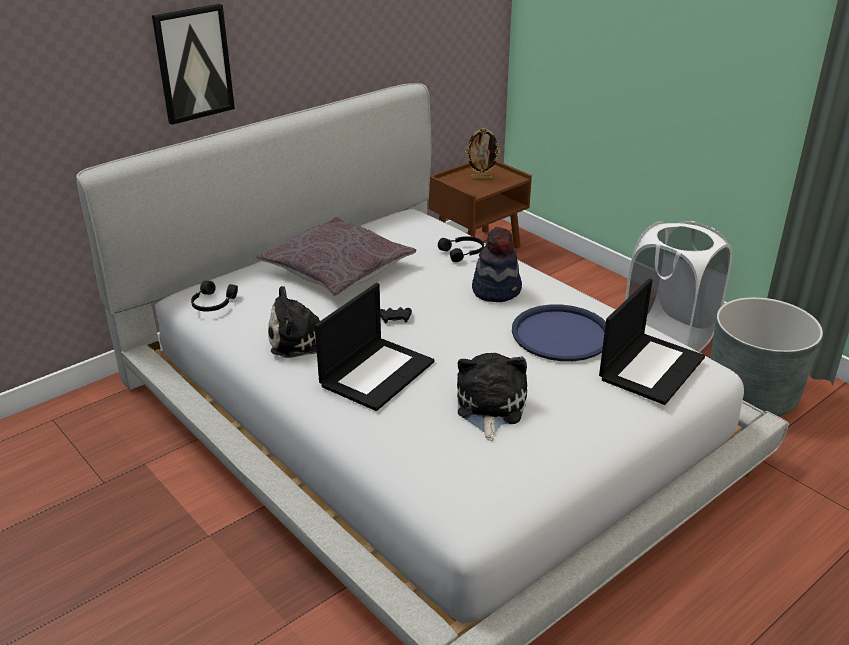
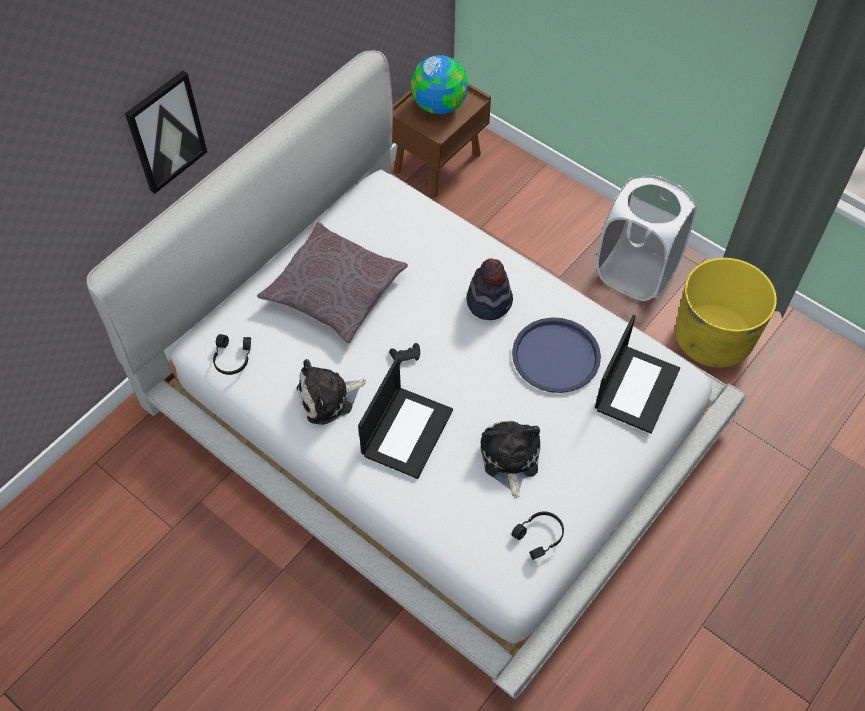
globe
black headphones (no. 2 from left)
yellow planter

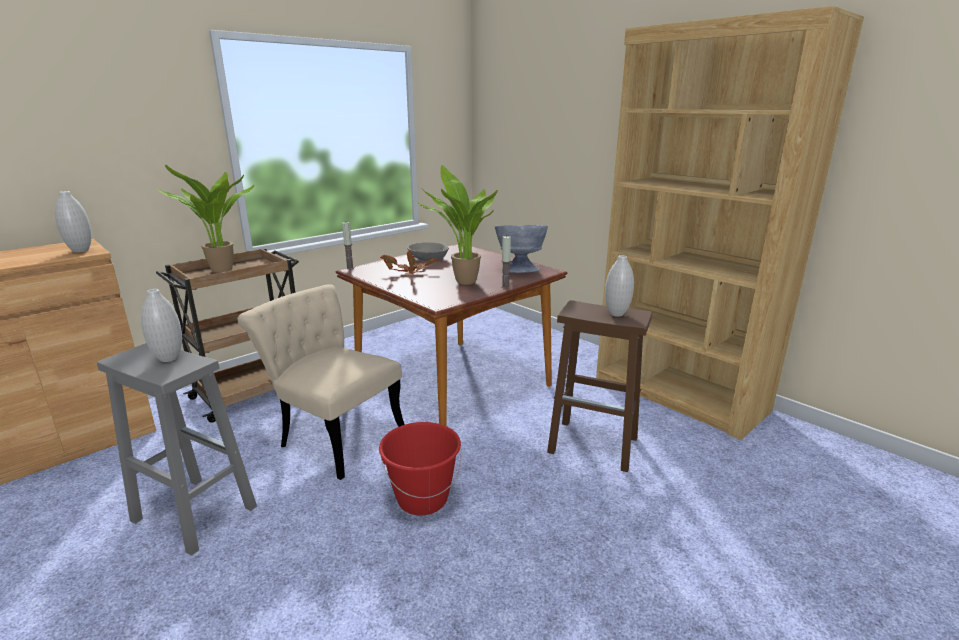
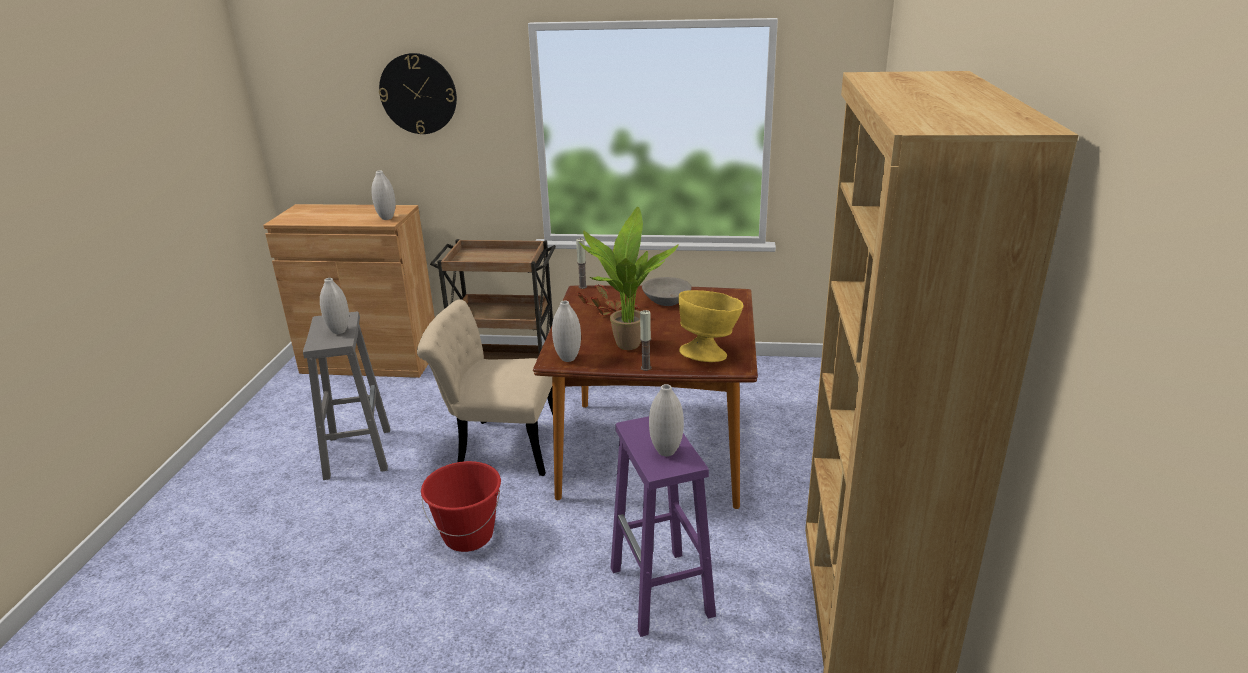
wall clock
beige chair
white vase (no. 3 from left)
purple stool
yellow bowl
potted plant (no. 1 from left in the first image)

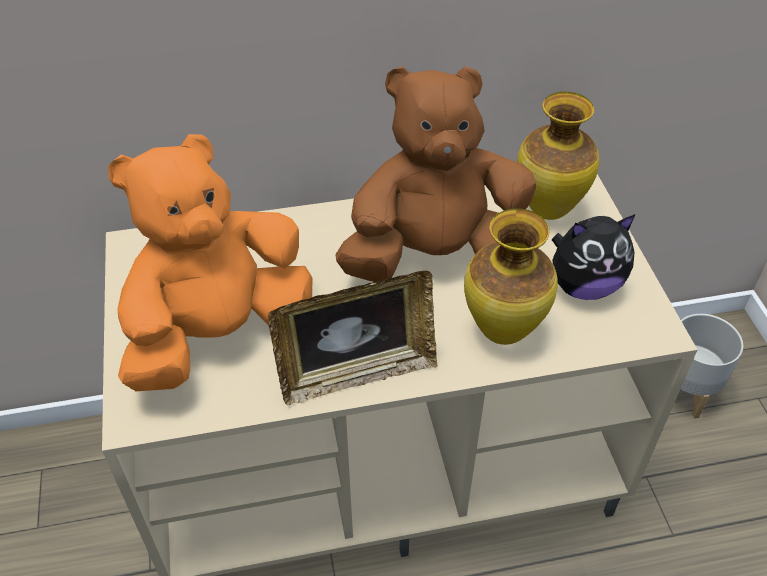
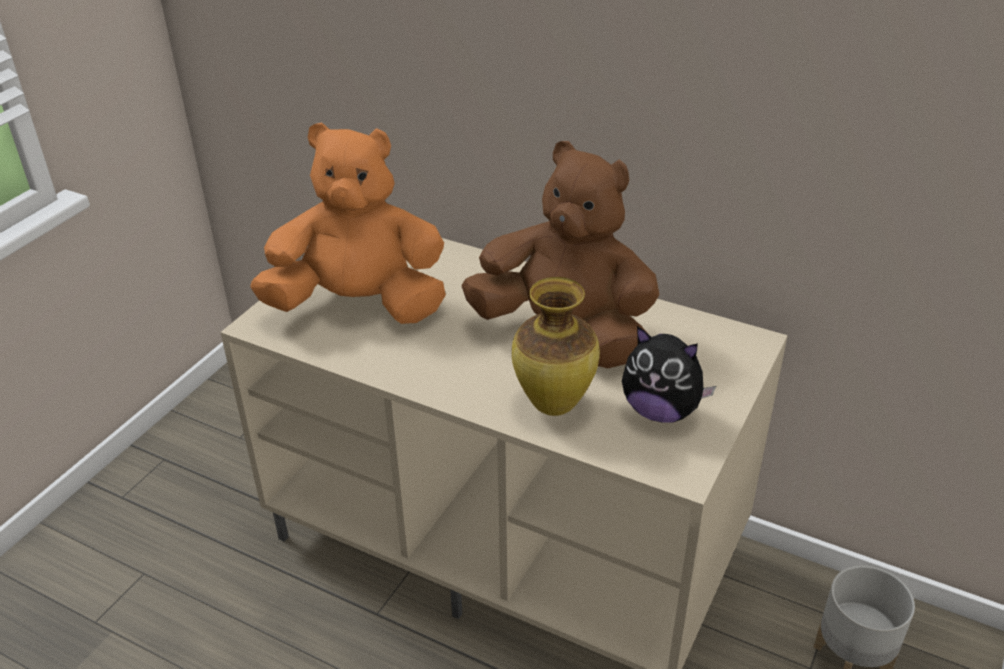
picture frame
vase (no. 2 from left in the first image)

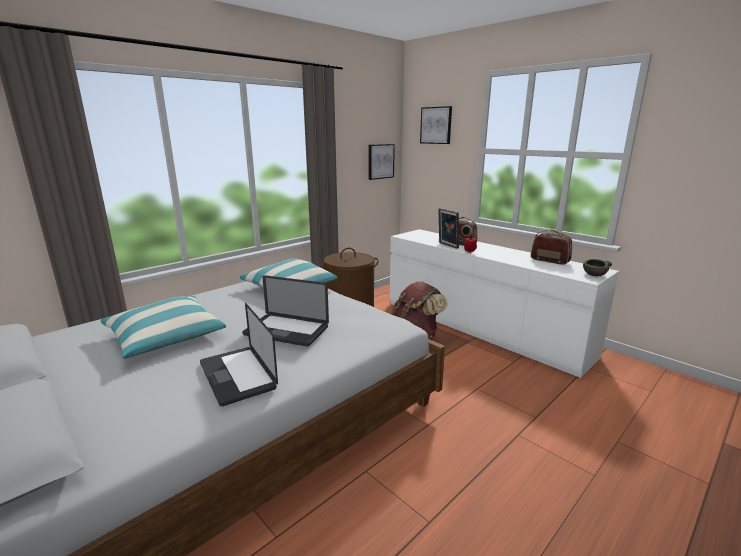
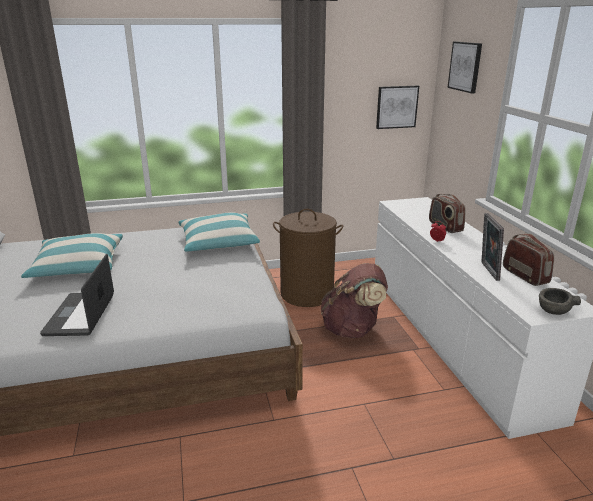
picture frame
laptop (no. 2 from left in the first image)

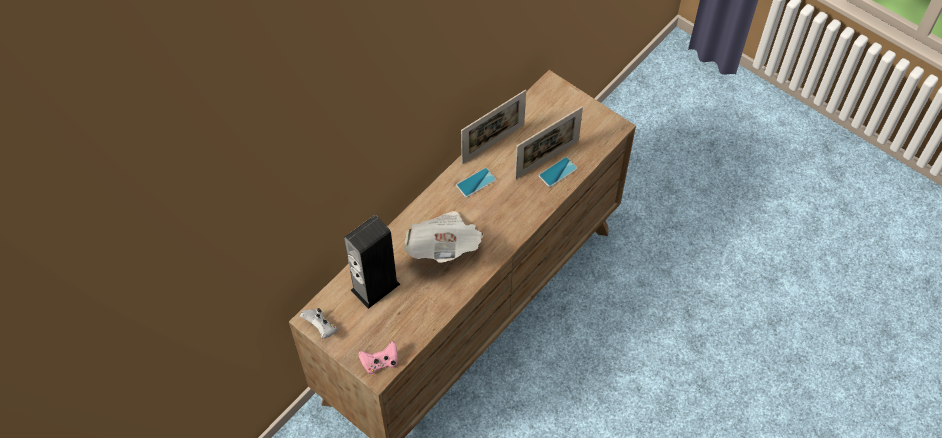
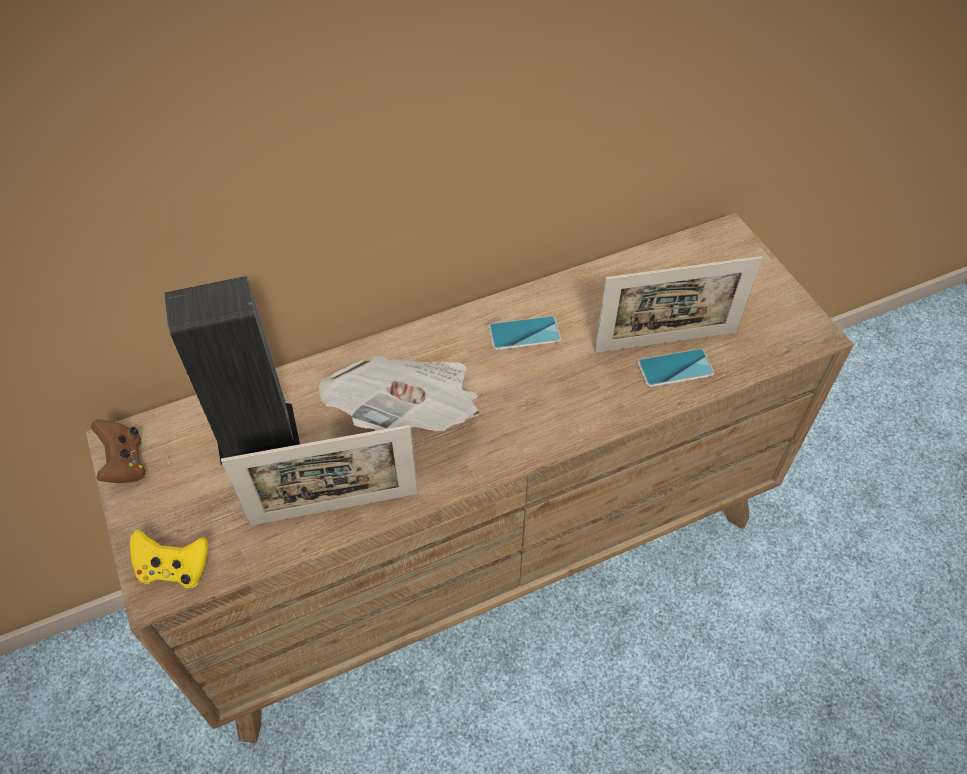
brown game controller
yellow game controller
picture frame (no. 1 from left)

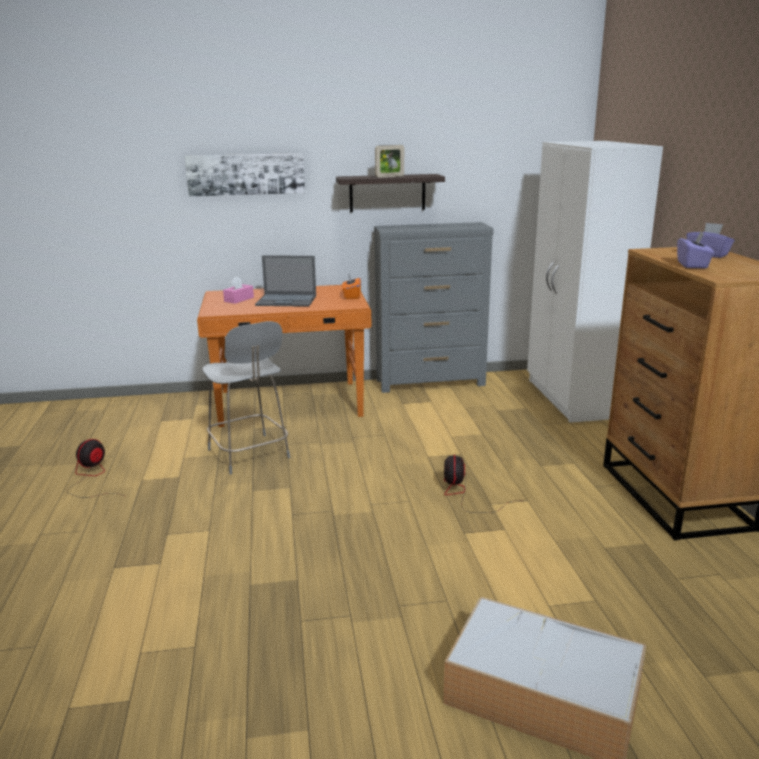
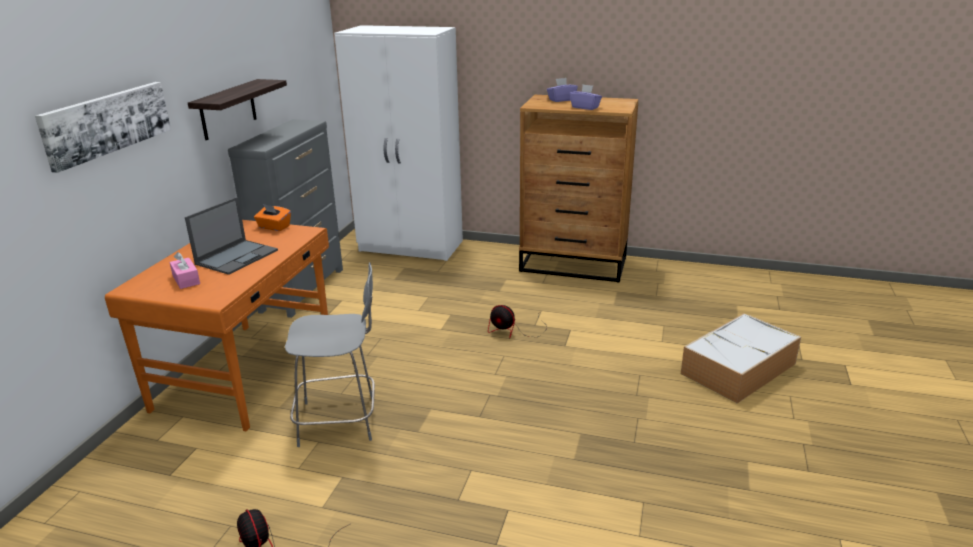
picture frame

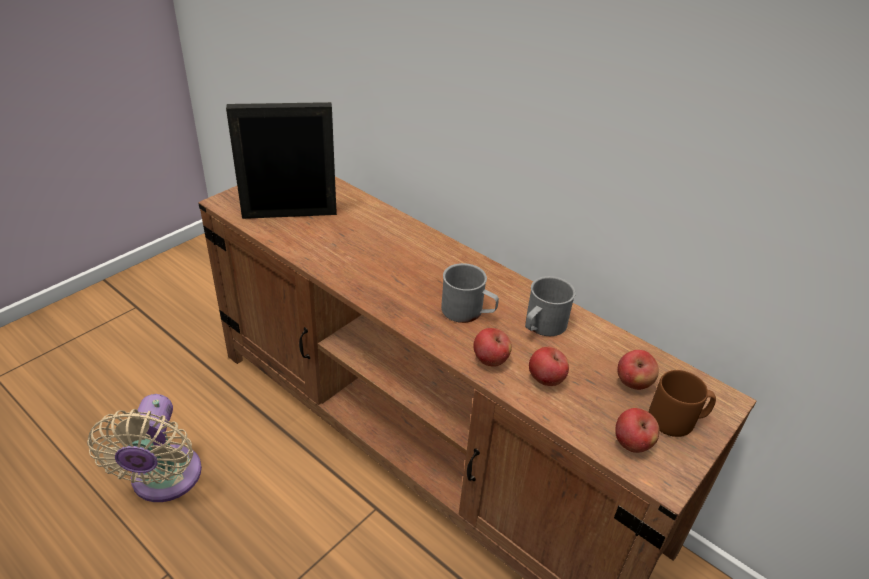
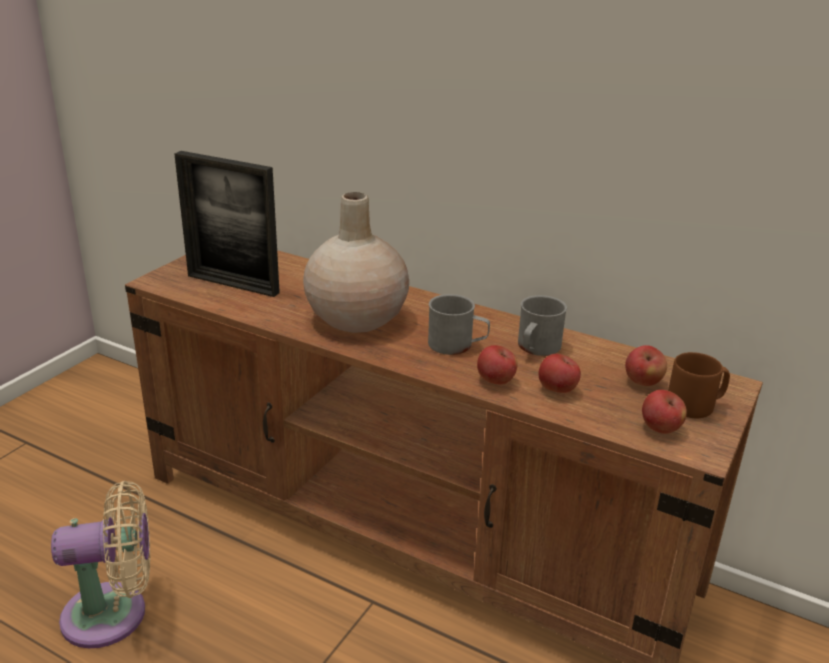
beige fan
picture frame
beige vase

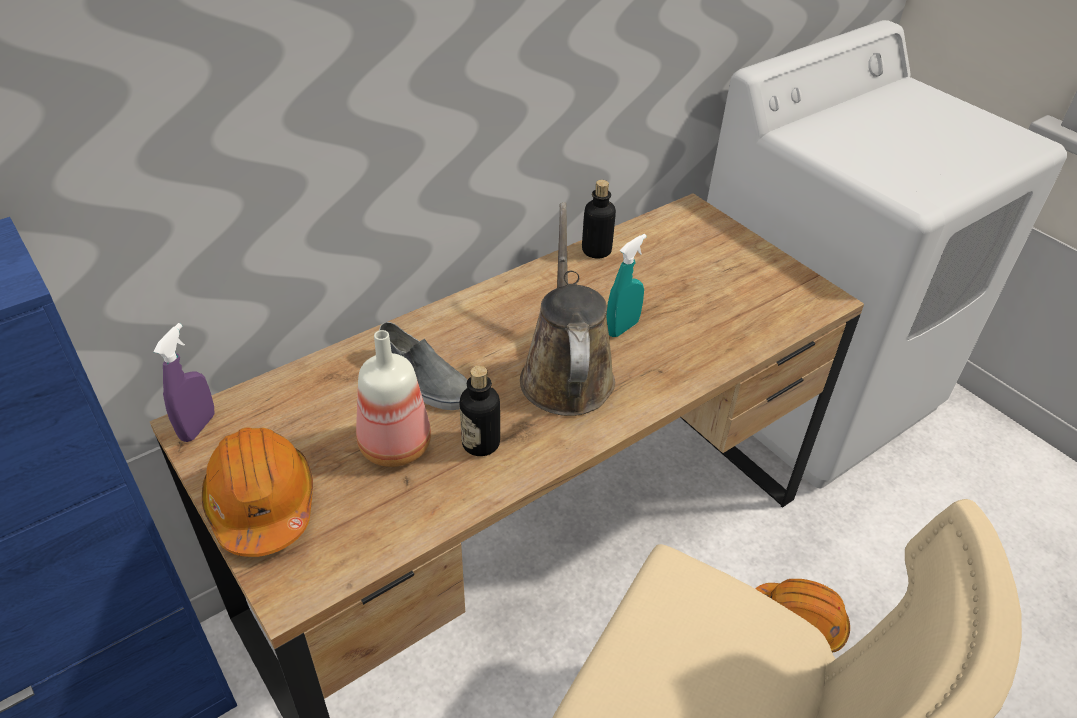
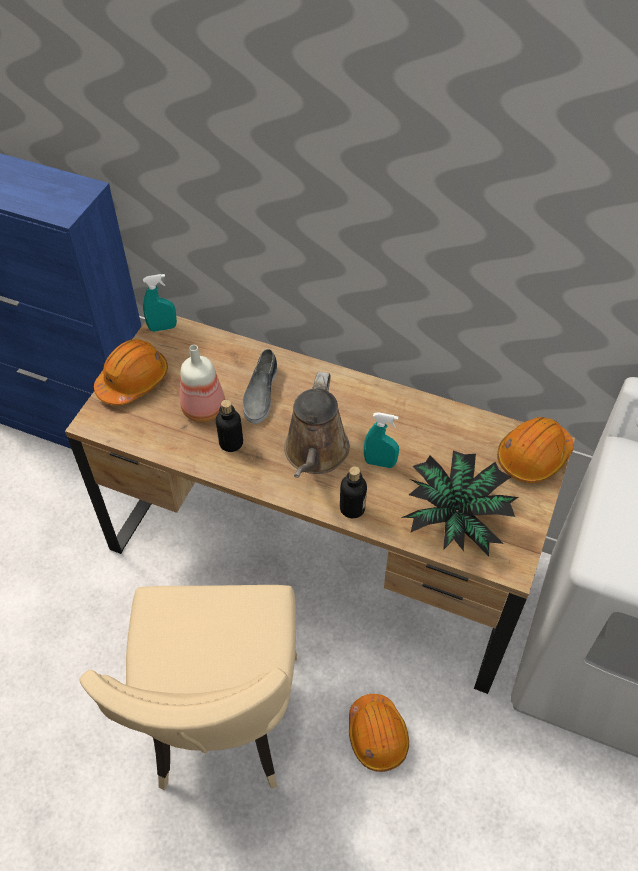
turquoise spray bottle (no. 1 from left)
brown watering can
bottle (no. 3 from left)
potted plant
orange hard hat (no. 3 from left)

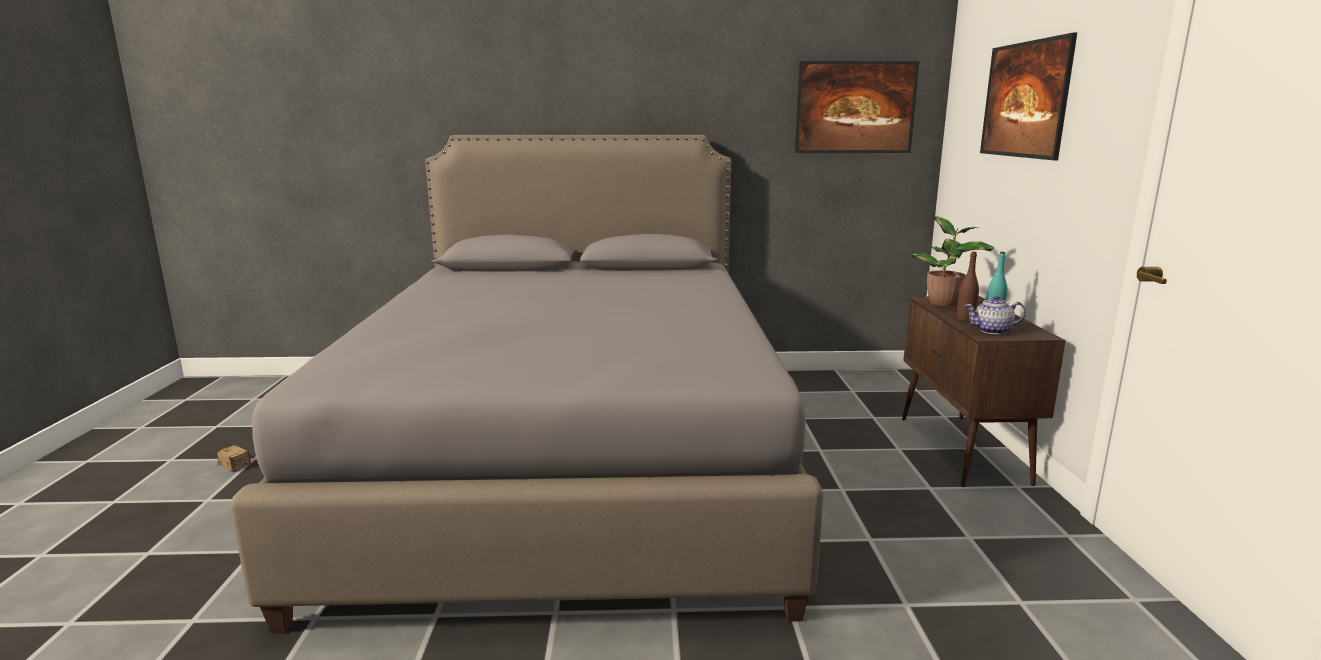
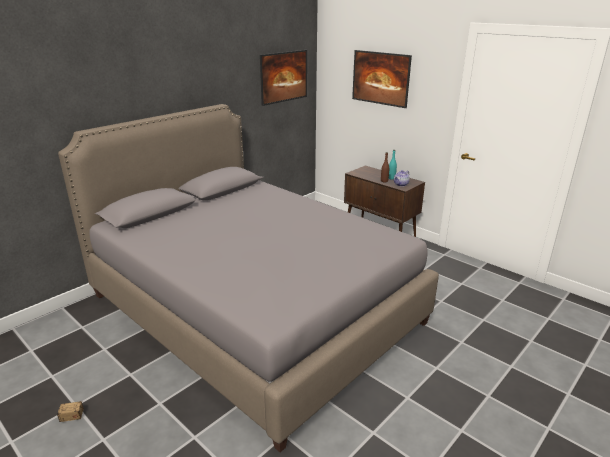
potted plant

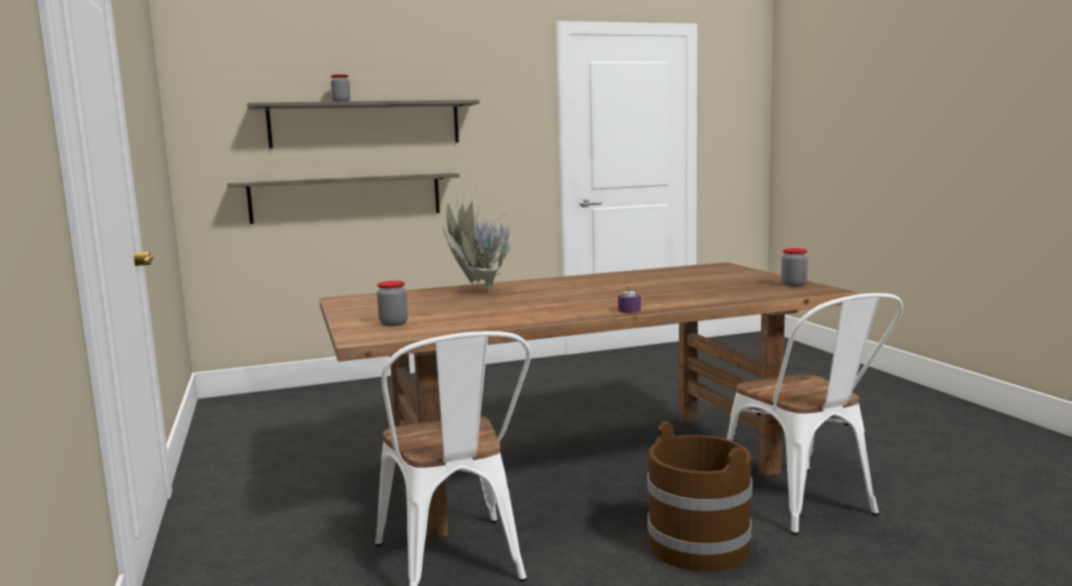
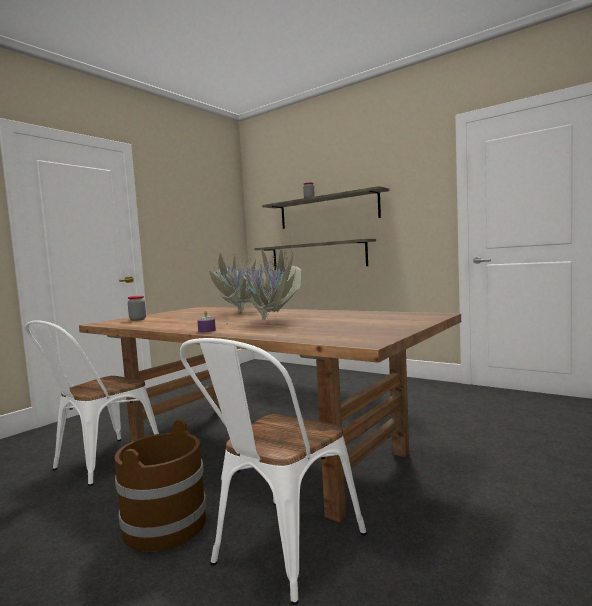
potted plant (no. 2 from left)
jar (no. 3 from left in the first image)

